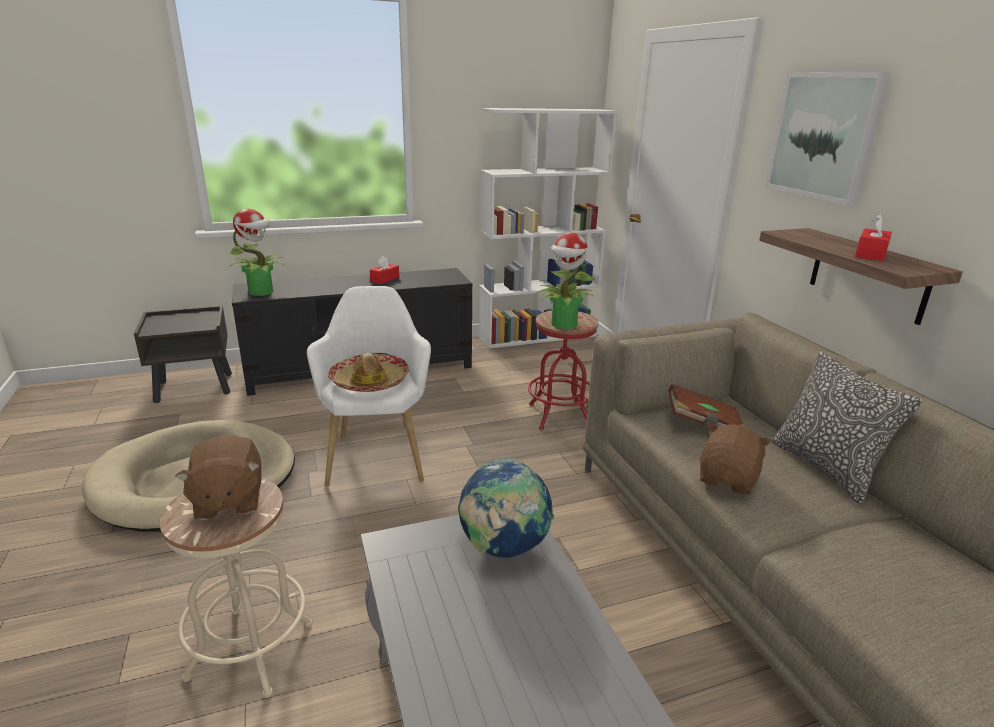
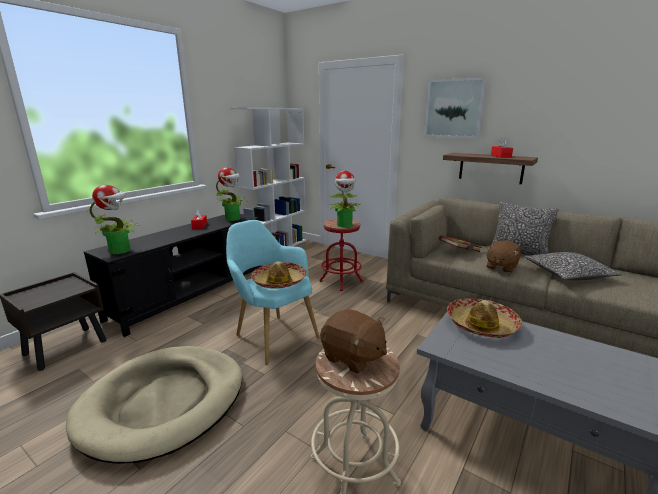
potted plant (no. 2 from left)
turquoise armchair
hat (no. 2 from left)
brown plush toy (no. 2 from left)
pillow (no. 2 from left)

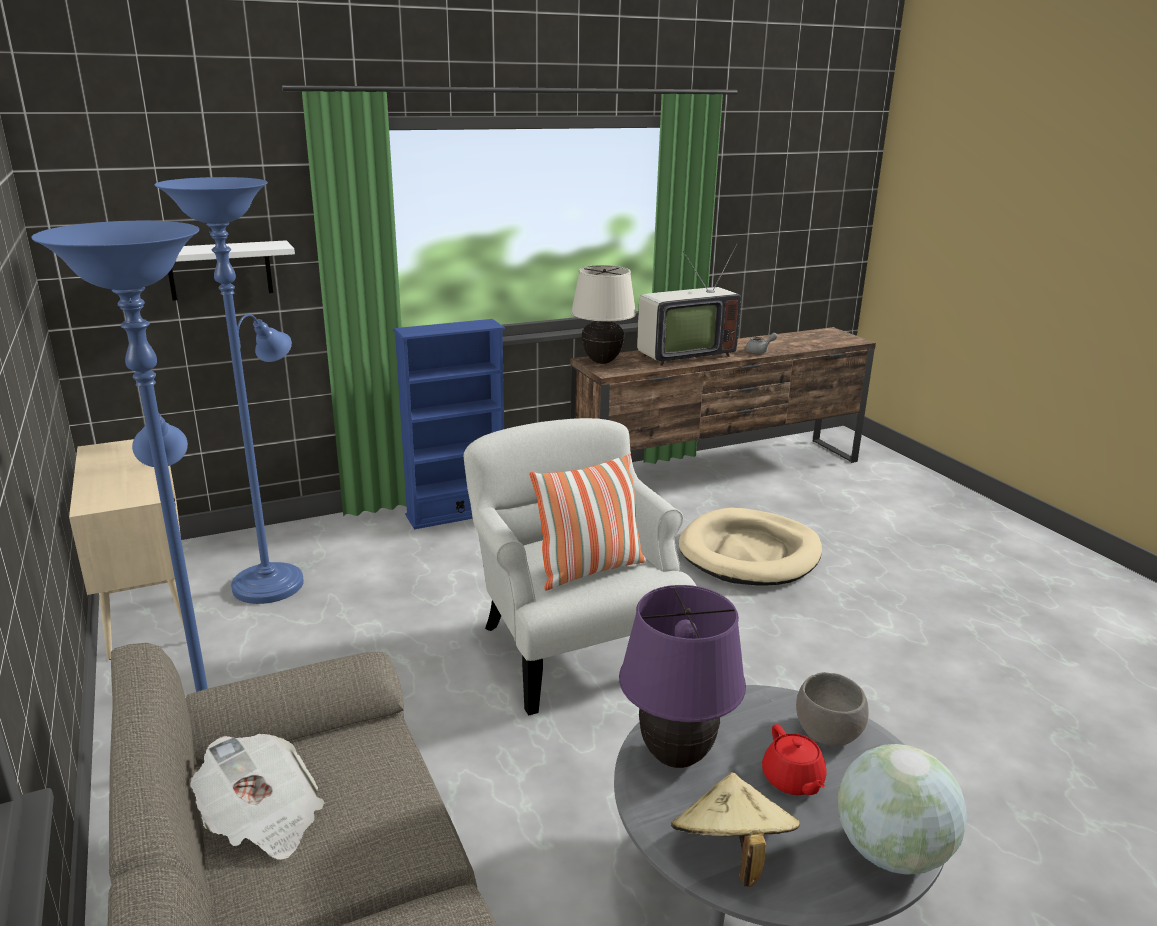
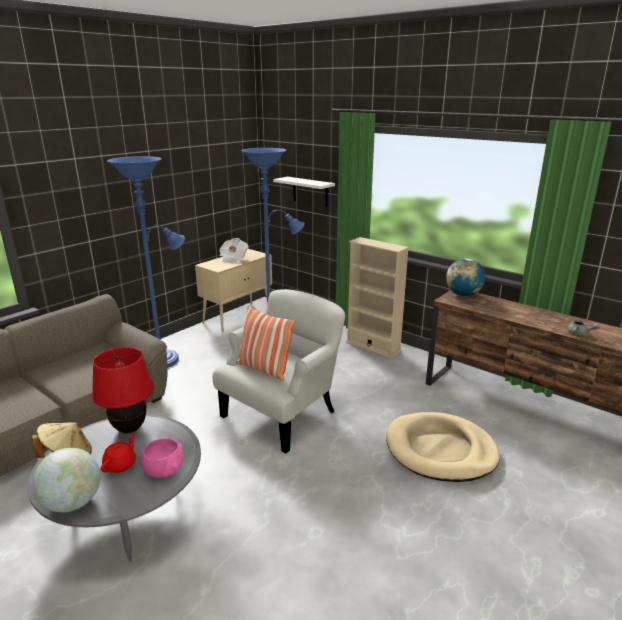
red table lamp
red teapot
pink bowl
newspaper
beige bookcase
globe (no. 2 from left)
television

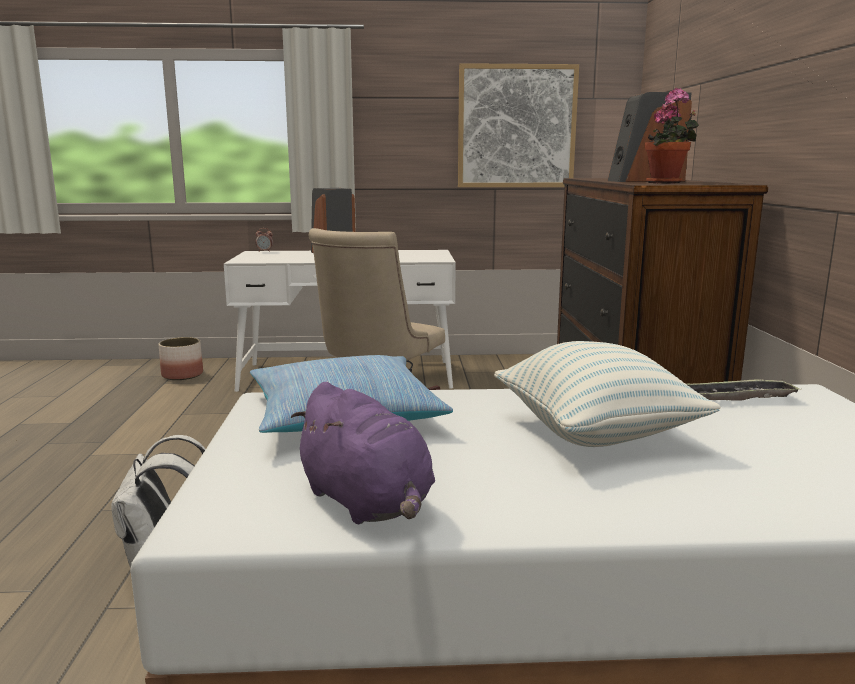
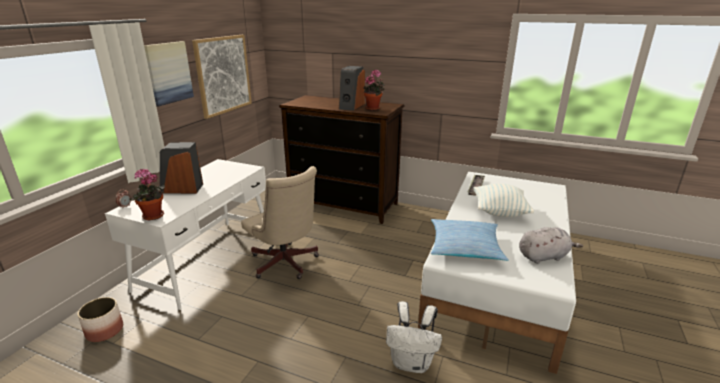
potted plant (no. 1 from left)
picture (no. 1 from left)
grey plush toy

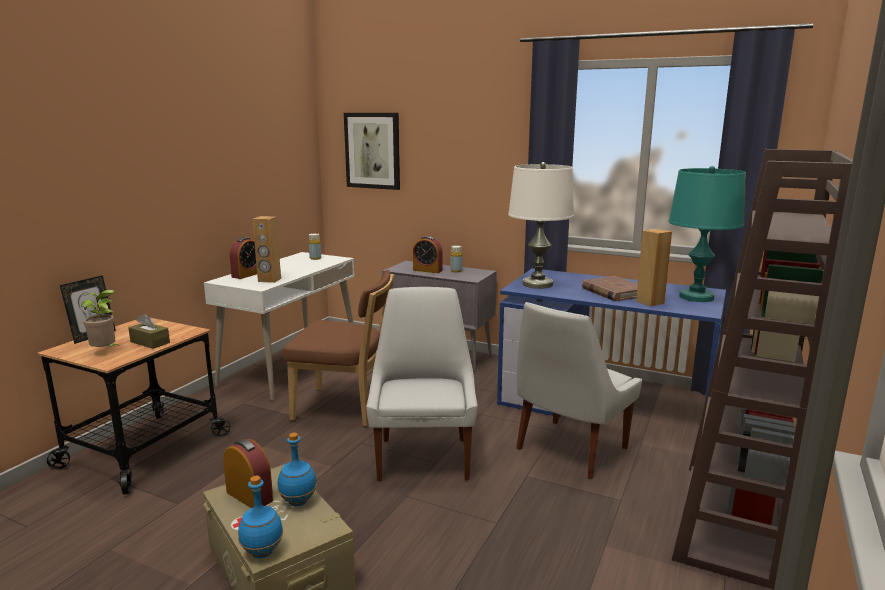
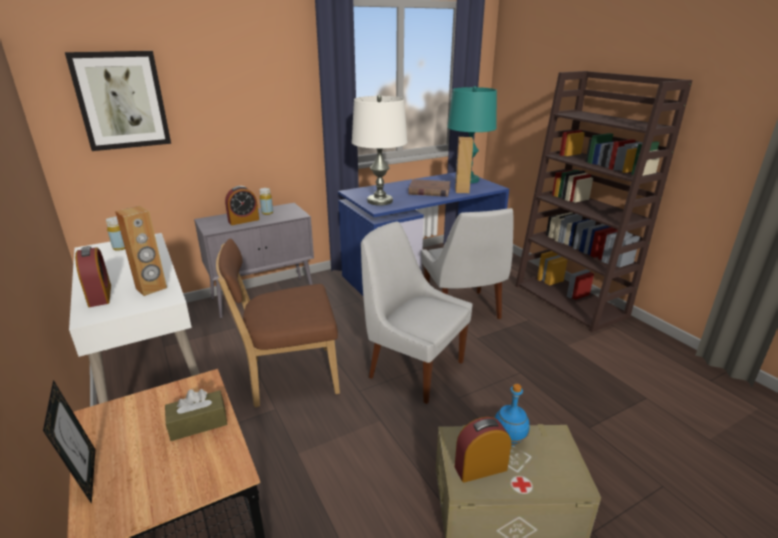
brown chair
potted plant
blue bottle (no. 1 from left in the first image)

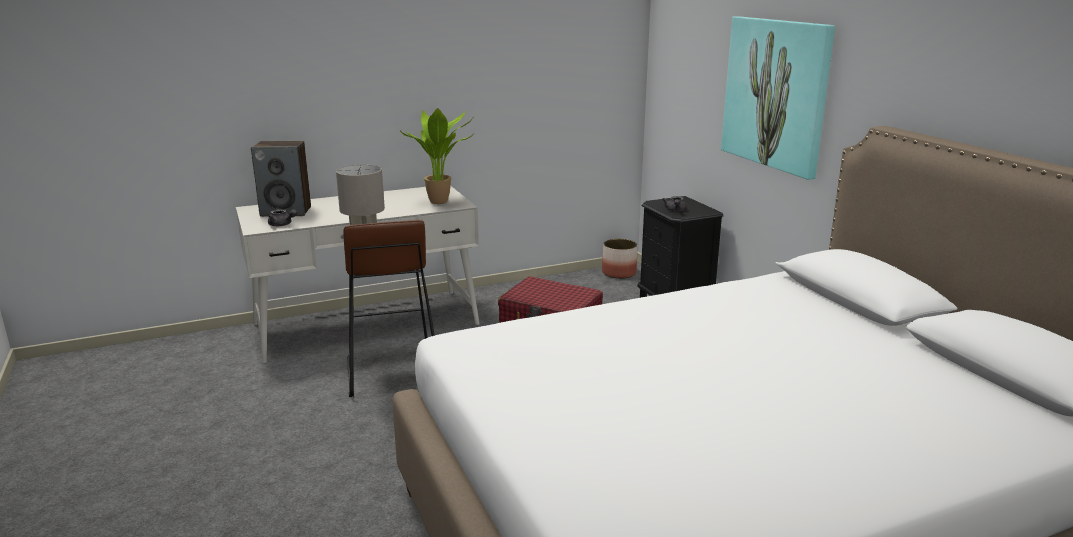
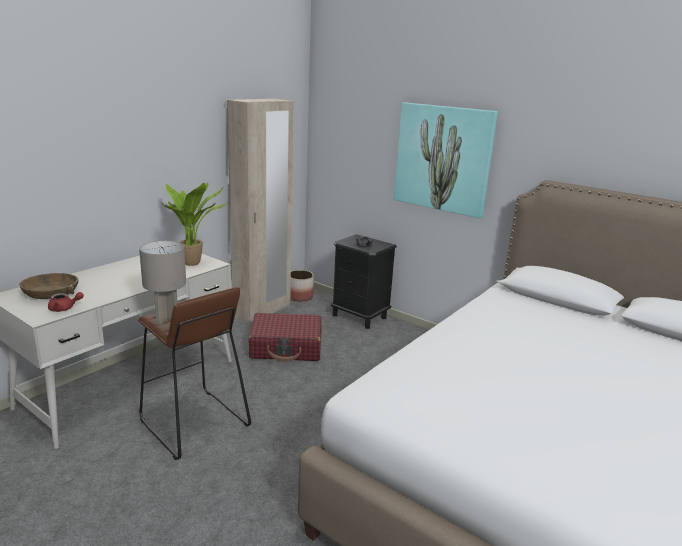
brown bowl
red teapot
beige wardrobe

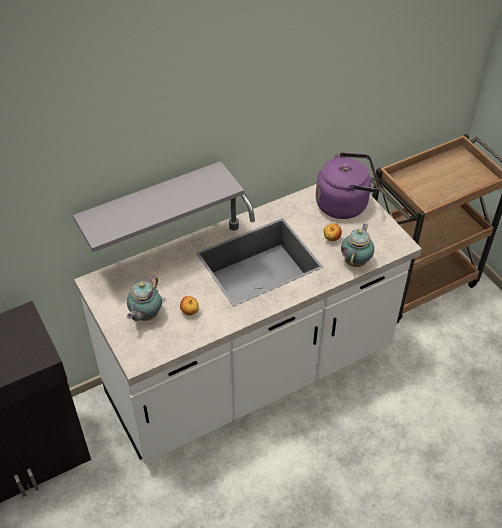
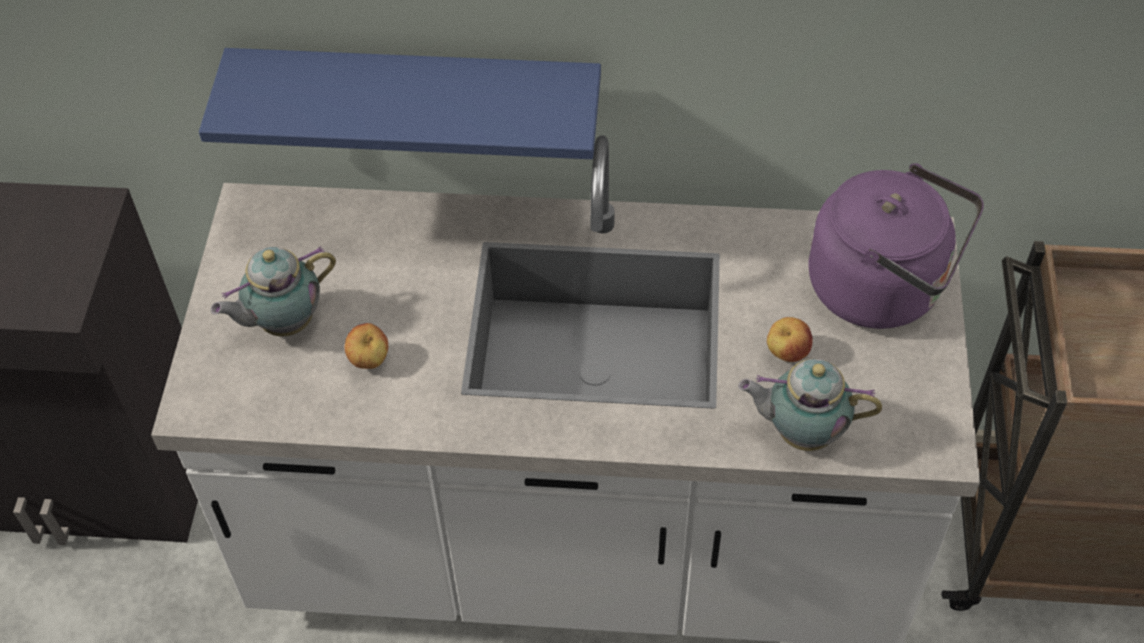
blue shelf
teapot (no. 2 from left)

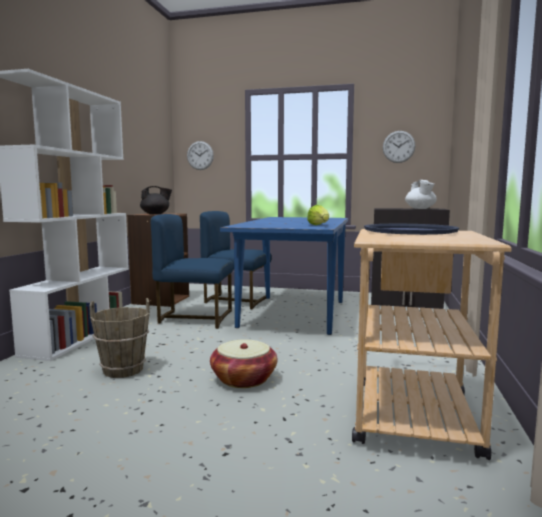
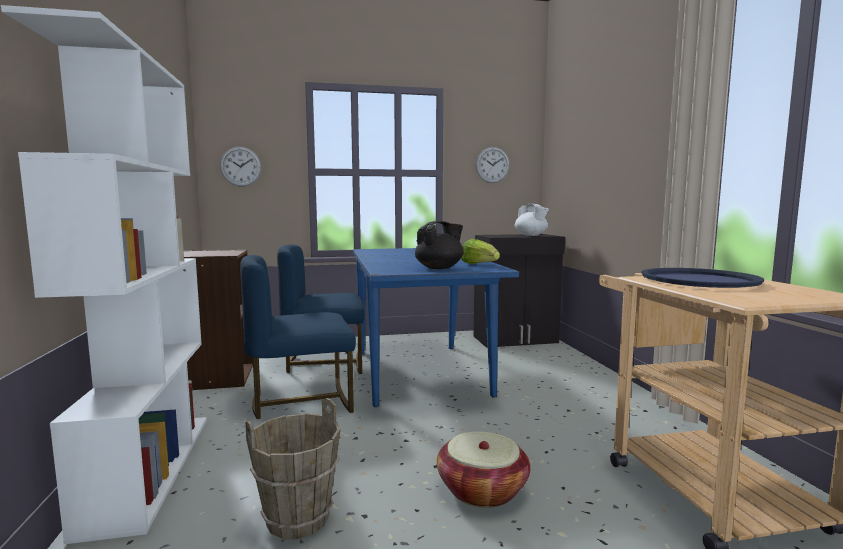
black teapot

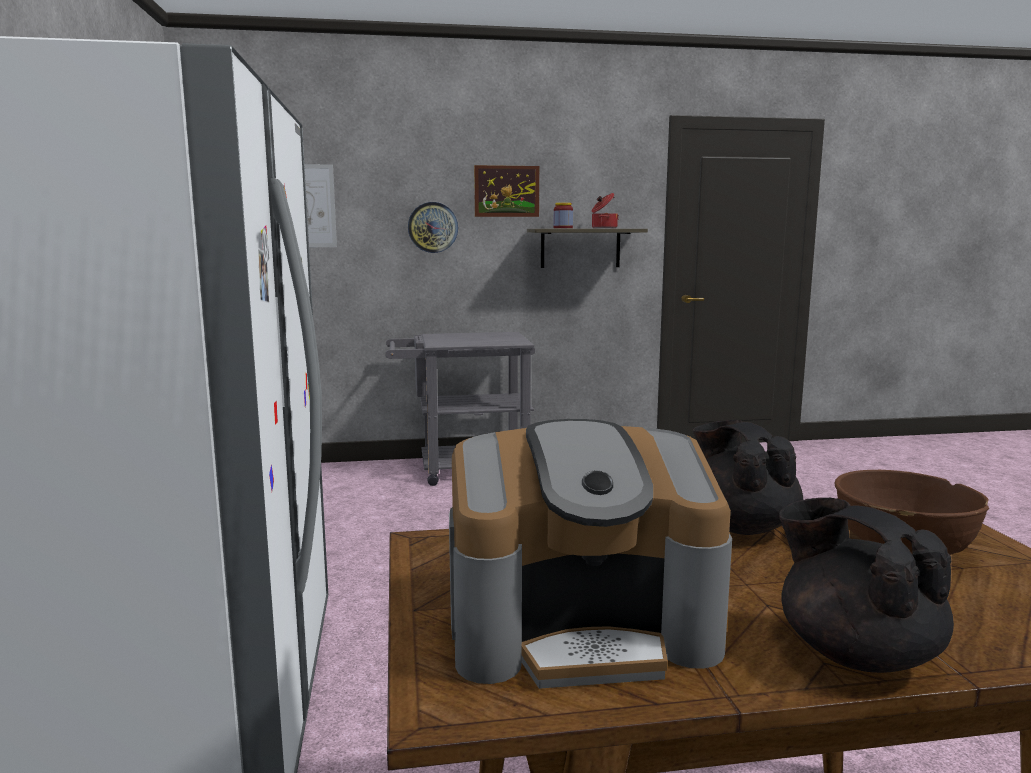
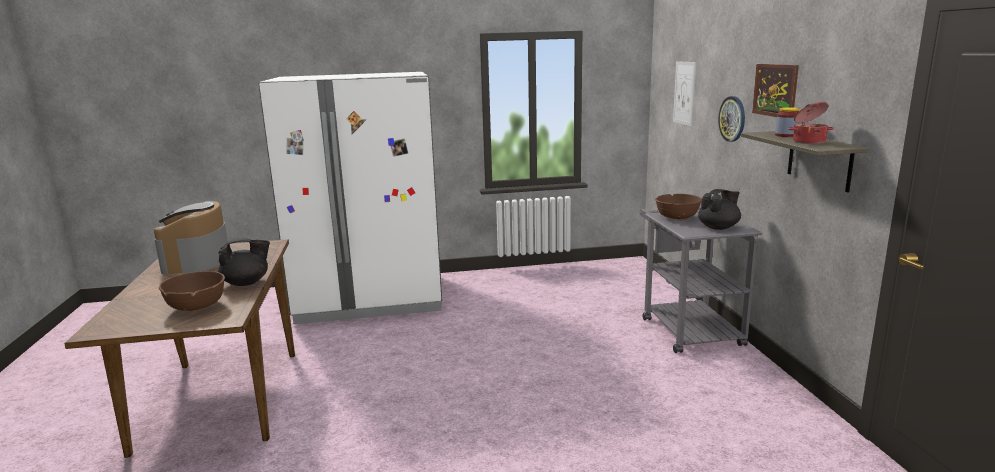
brown bowl (no. 2 from left)
black teapot (no. 2 from left)

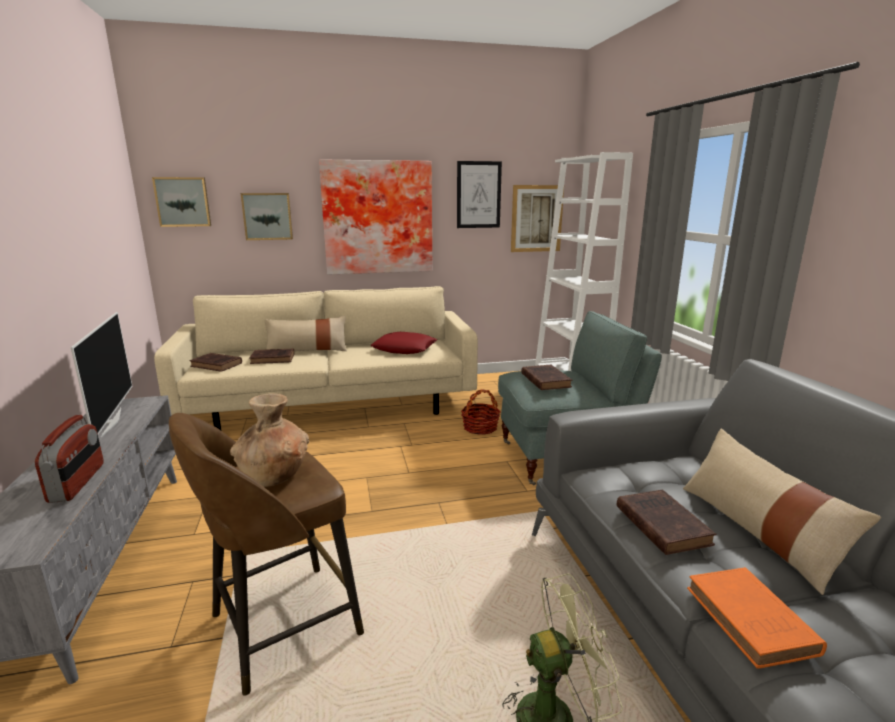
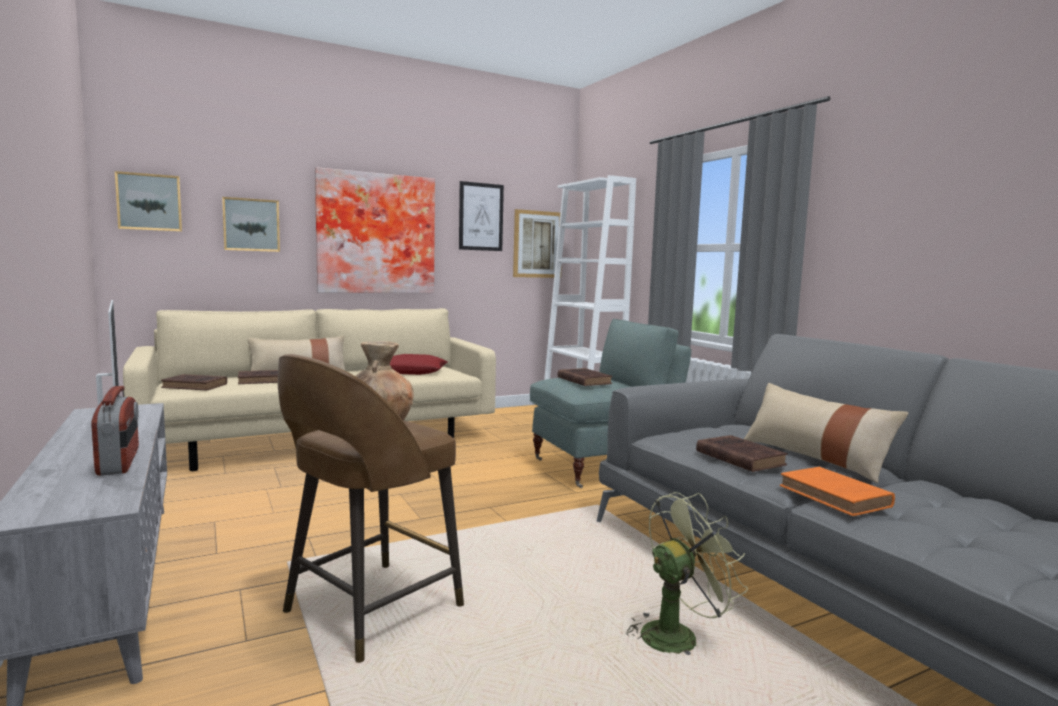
basket

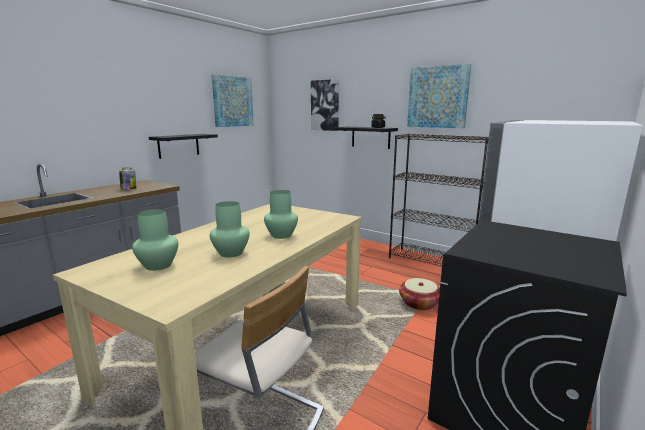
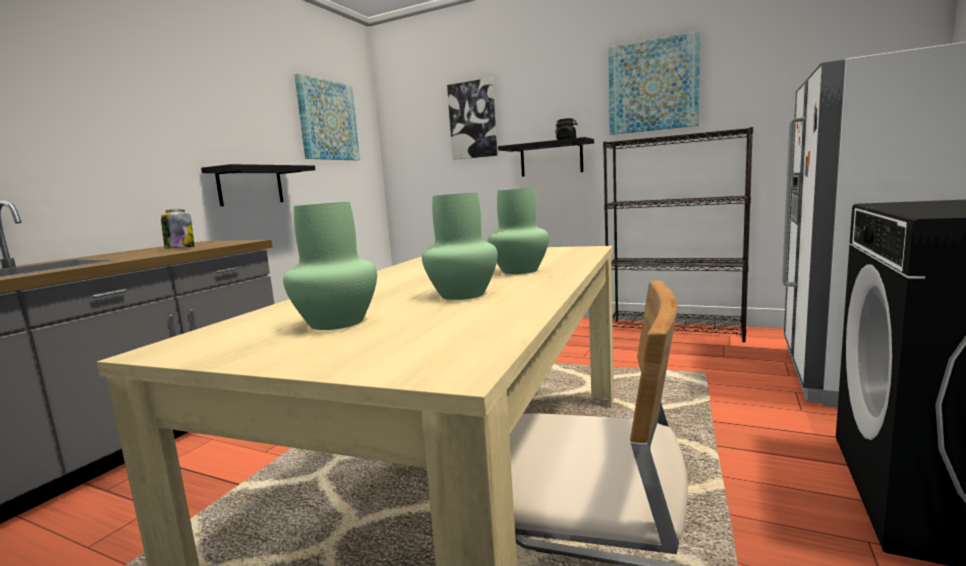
basket

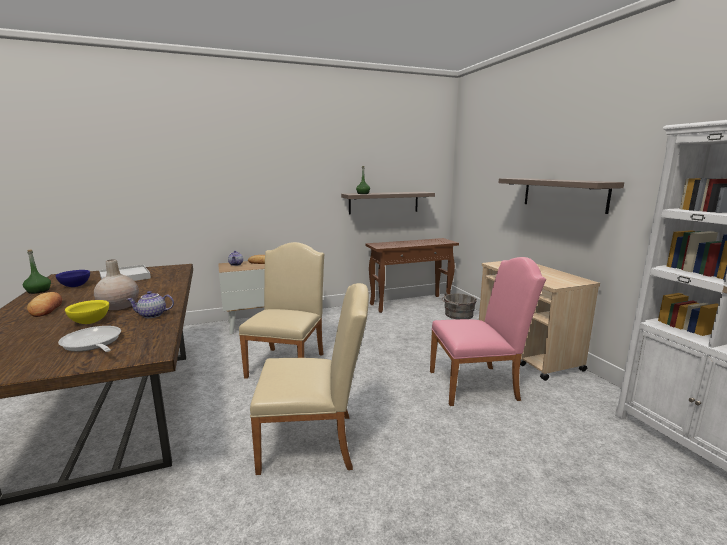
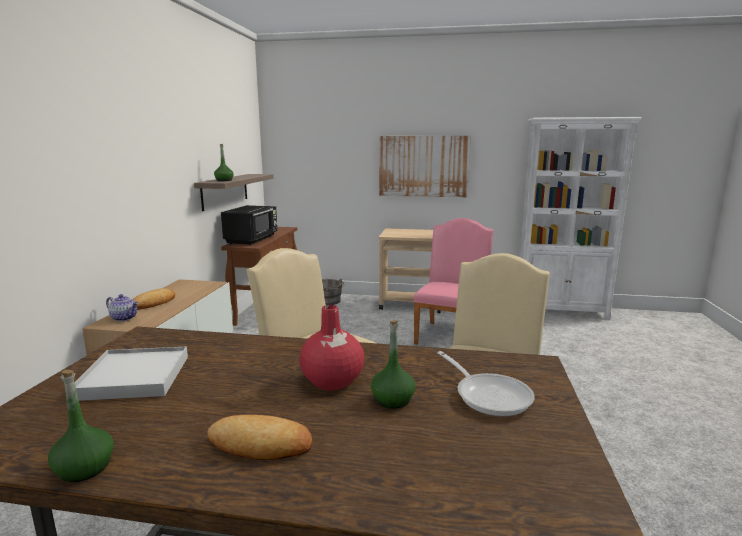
black microwave
red vase
green bottle (no. 3 from left)
picture
frying pan
blue bowl
teapot (no. 1 from left in the first image)

